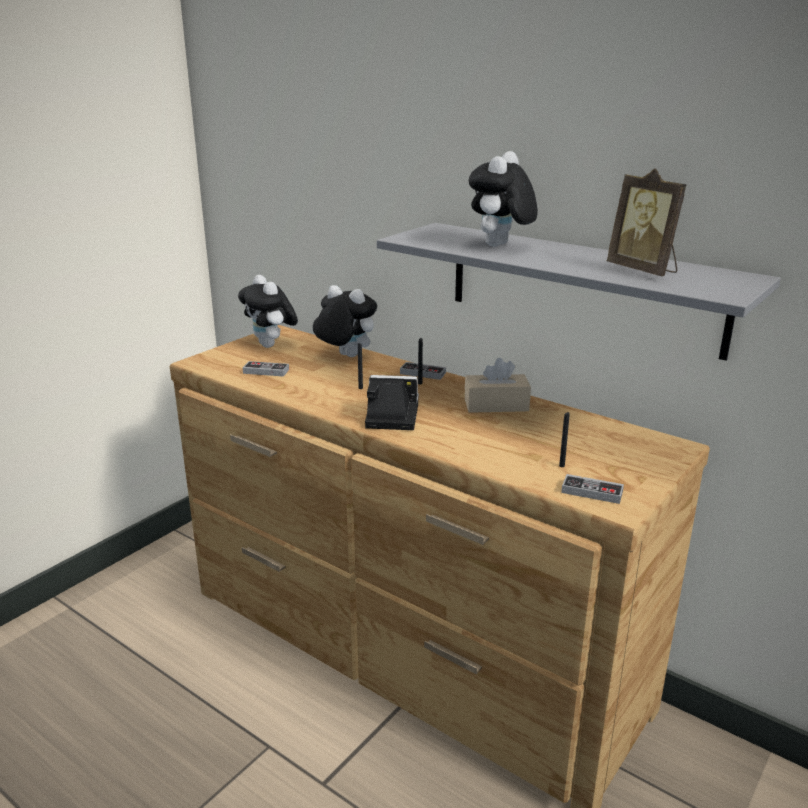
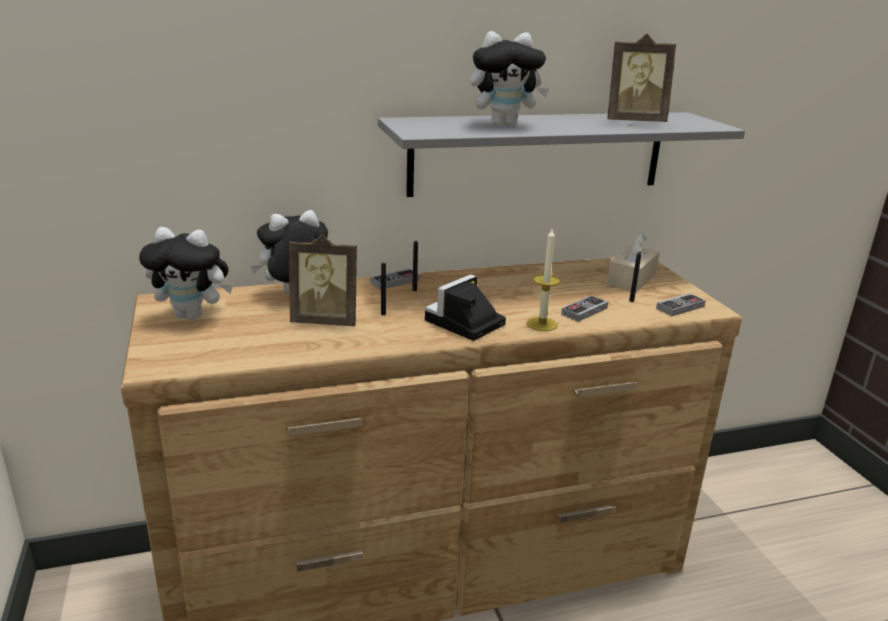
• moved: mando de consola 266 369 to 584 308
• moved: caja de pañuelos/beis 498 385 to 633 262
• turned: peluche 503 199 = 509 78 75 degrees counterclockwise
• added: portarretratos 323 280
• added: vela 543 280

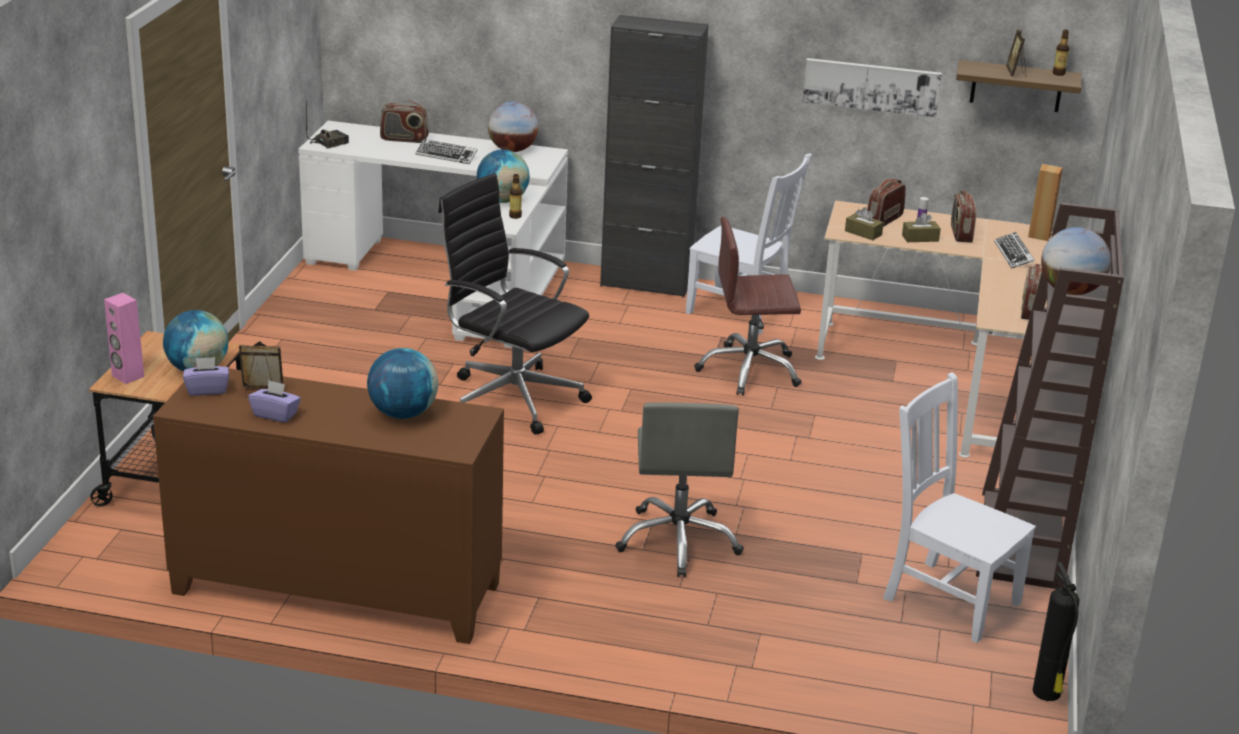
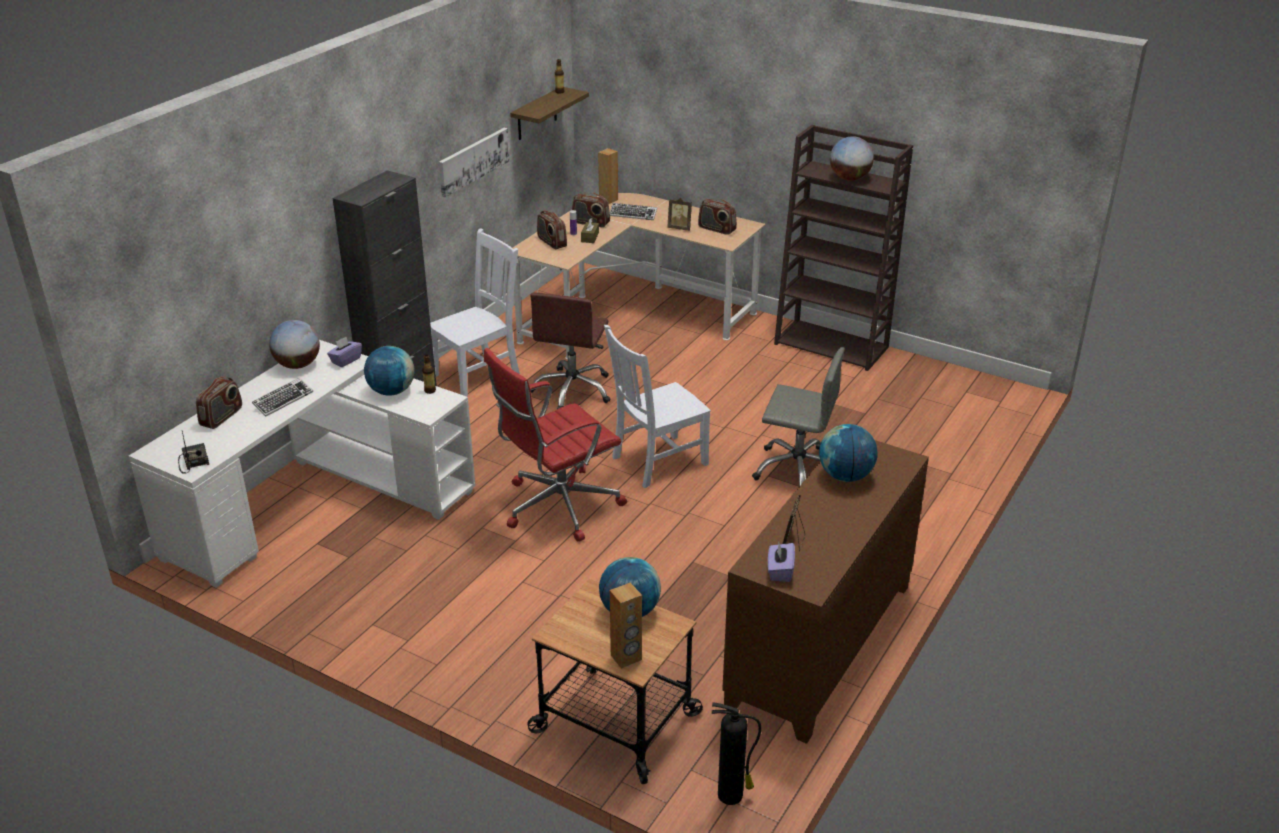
• recoloured: altavoz/rosa 124 338 to altavoz/marrón 626 626
• moved: caja de pañuelos/morado 274 401 to 344 352
• recoloured: silla de oficina/negro 515 304 to silla de oficina/rojo 555 445
• removed: caja de pañuelos/marrón 864 223
• moved: silla/blanco 959 507 to 657 406
• moved: portarretratos 1016 53 to 679 214
• moved: extintor 1056 631 to 736 753

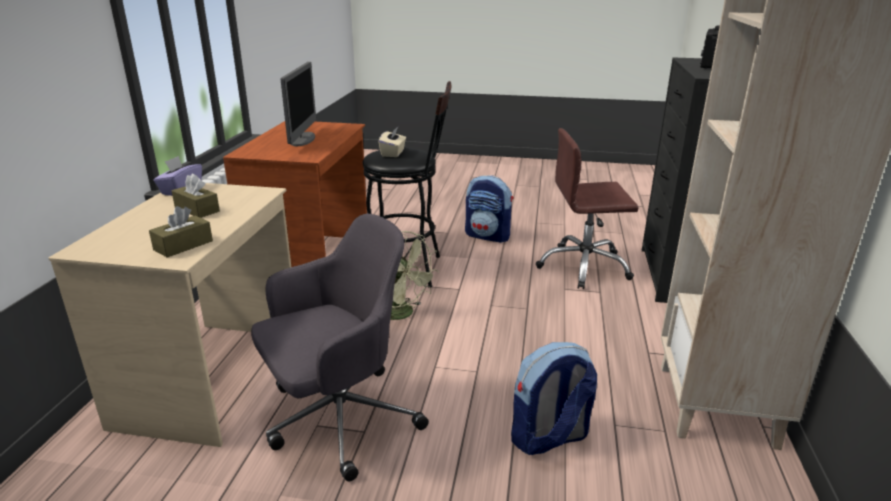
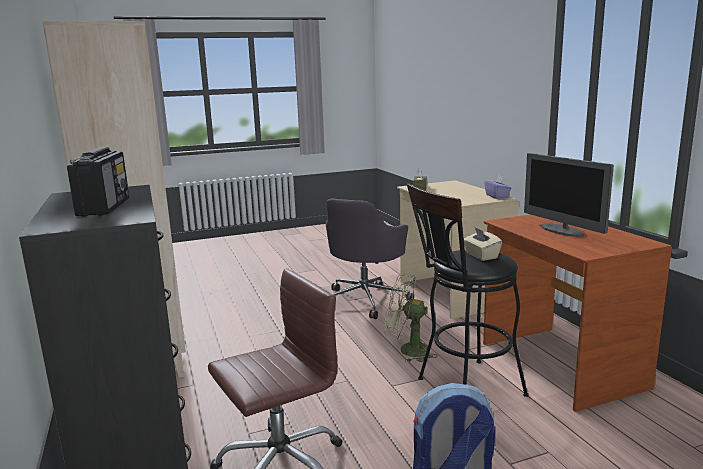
• removed: caja de pañuelos/marrón 196 196
• removed: mochila 554 398

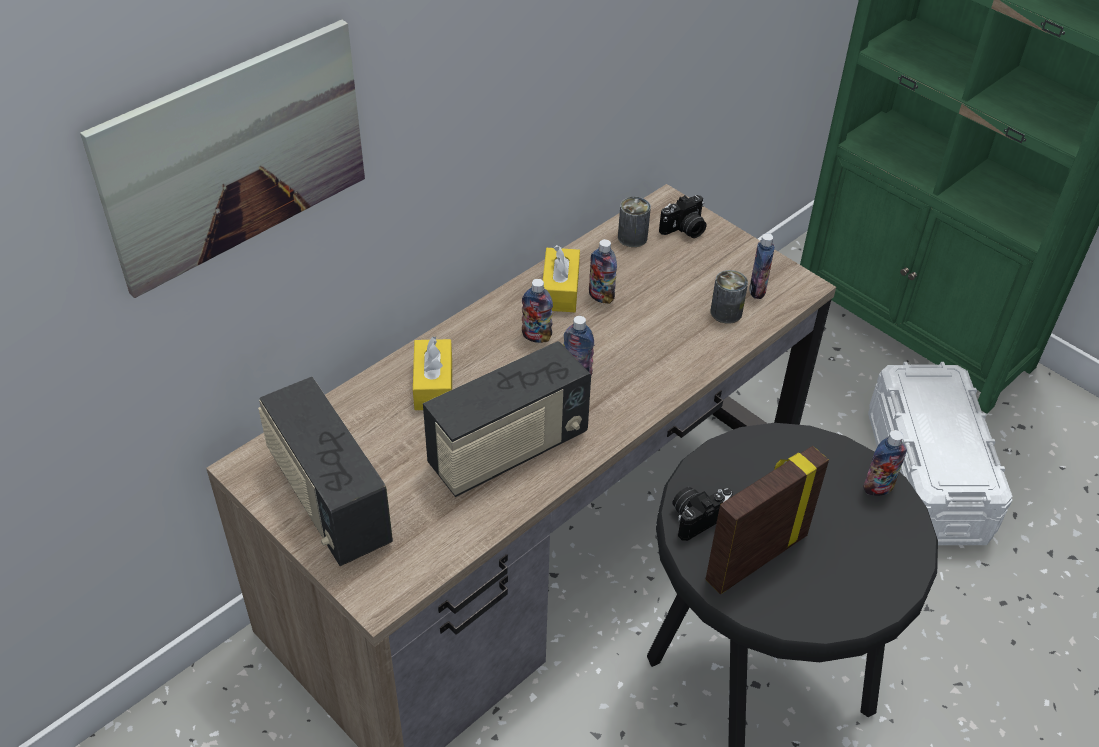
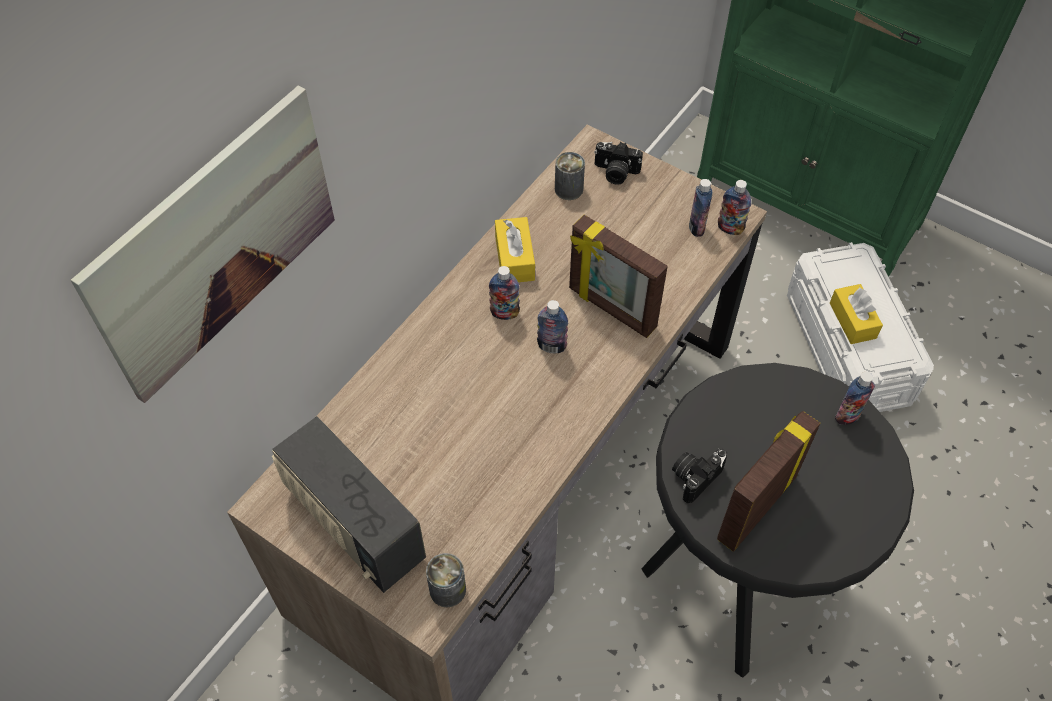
• moved: caja de pañuelos/amarillo 432 373 to 856 314
• removed: radio 507 419
• moved: botella 603 271 to 734 207
• turned: cámara 682 216 = 618 163 60 degrees clockwise
• moved: lata 729 297 to 446 580
• added: portarretratos 618 276

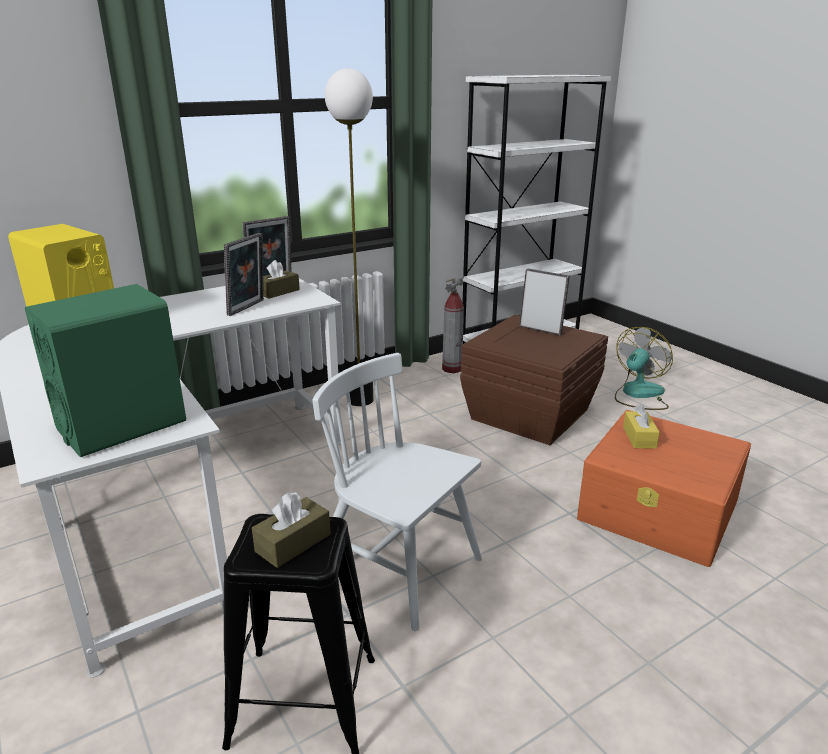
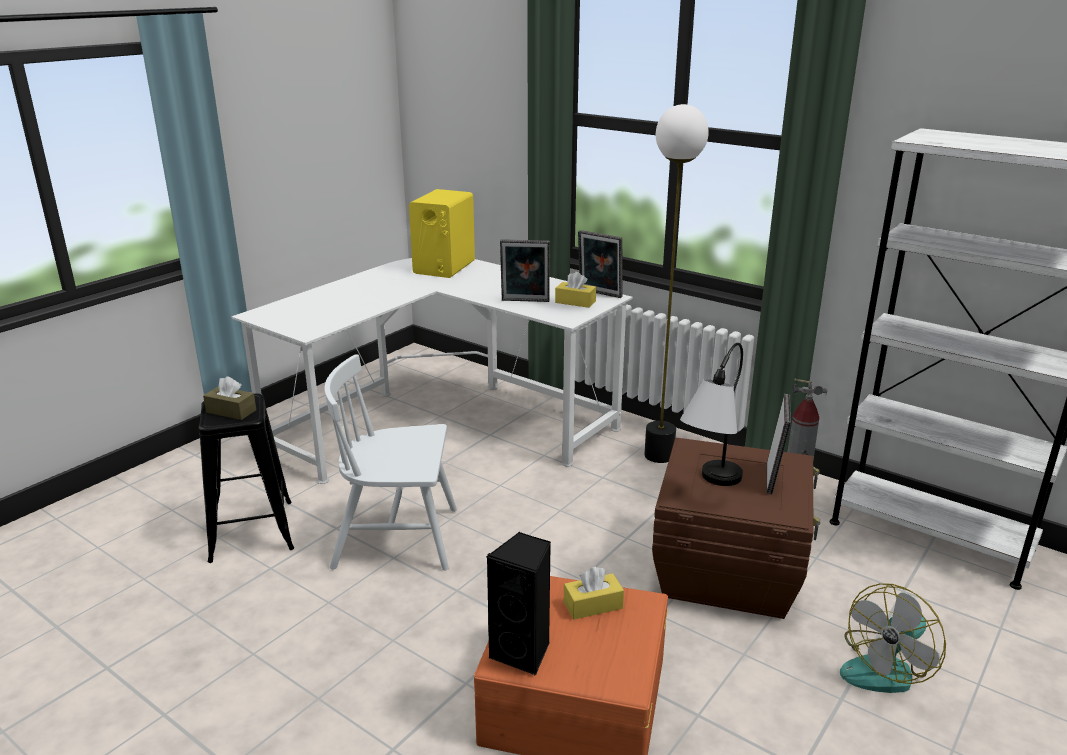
• removed: altavoz/verde 105 370
• recoloured: caja de pañuelos/marrón 281 279 to caja de pañuelos/amarillo 575 290
• turned: silla/blanco 397 492 = 390 462 105 degrees counterclockwise
• turned: ventilador 644 368 = 893 638 120 degrees clockwise
• added: altavoz/negro 518 603
• added: lámpara de mesa 711 414

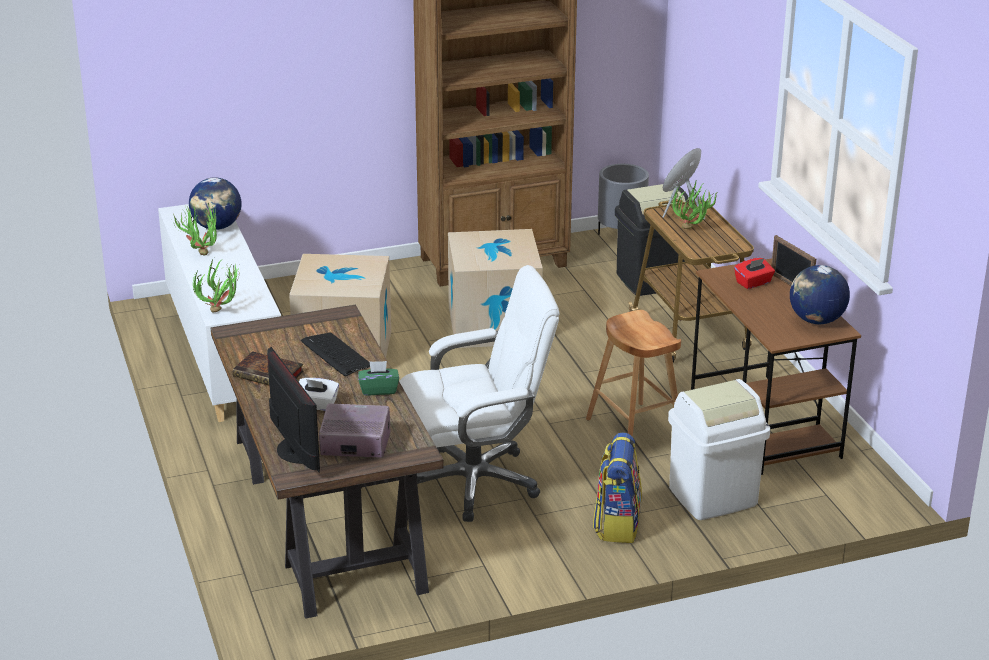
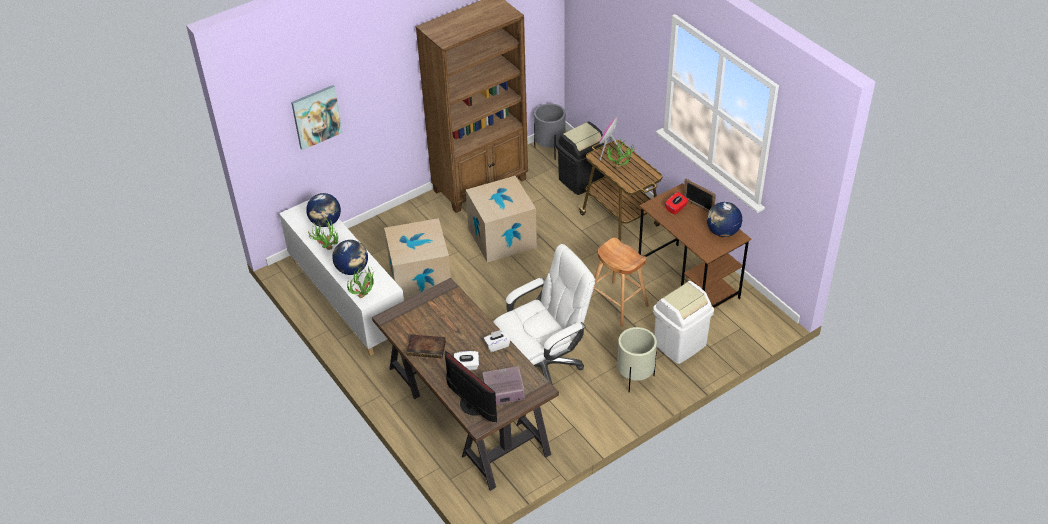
• removed: teclado 335 354
• recoloured: caja de pañuelos/verde 378 378 to caja de pañuelos/blanco 497 341
• replaced: mochila 617 487 to maceta/beis 637 359
• added: cuadro 317 117
• added: globo terráqueo 350 257

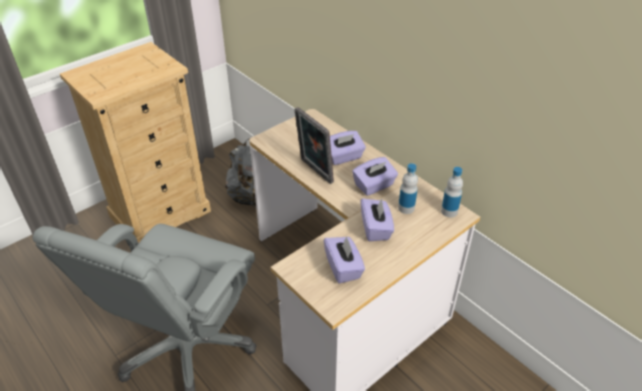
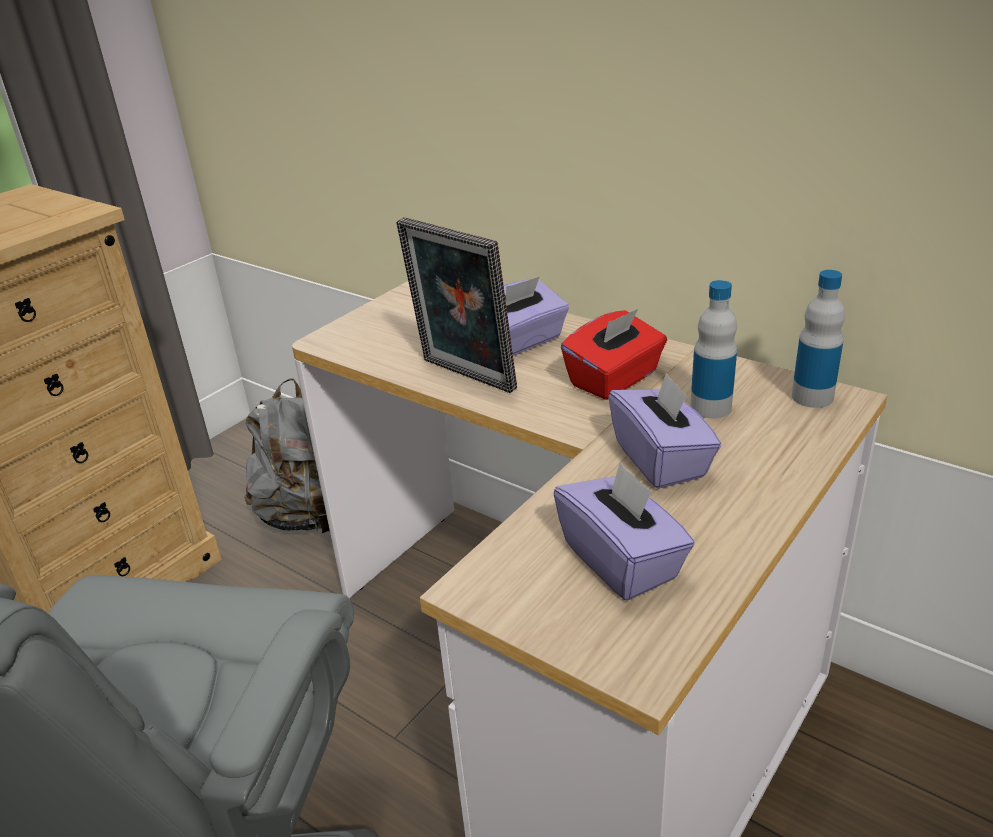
• recoloured: caja de pañuelos/morado 375 176 to caja de pañuelos/rojo 614 354

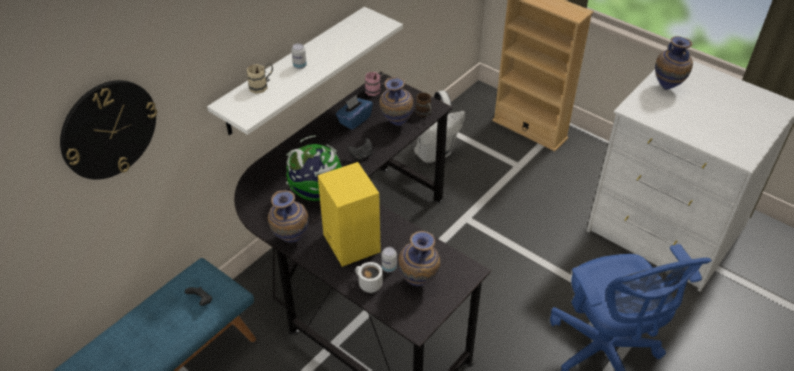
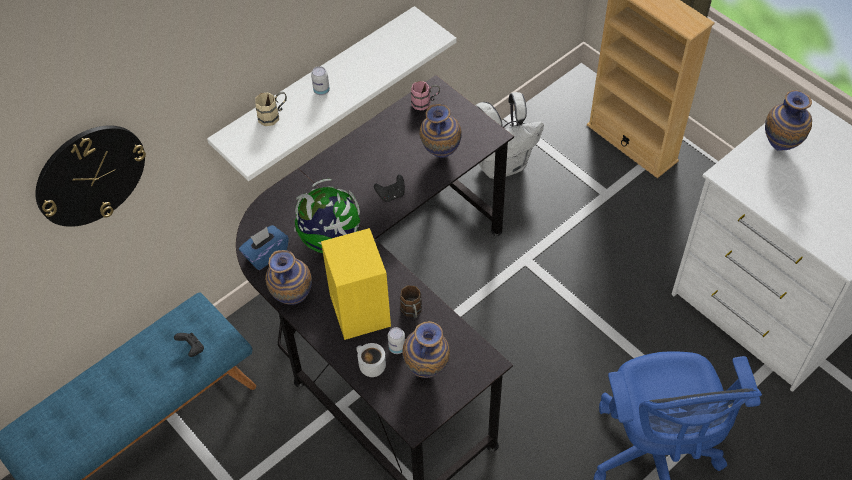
• moved: caja de pañuelos/azul 354 112 to 264 247
• moved: taza grande/marrón 423 105 to 411 301

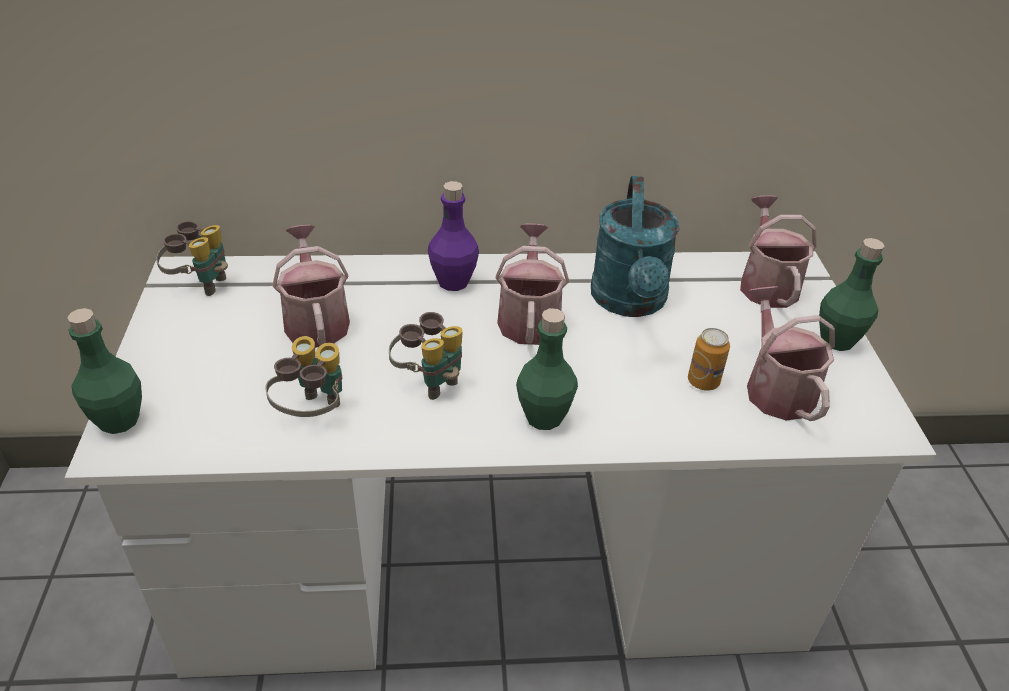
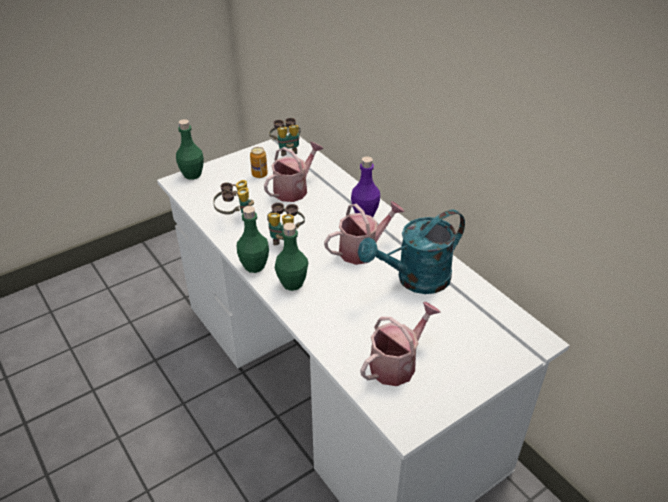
• moved: lata 709 359 to 259 162
• removed: regadera 778 251
• moved: botella/verde 851 294 to 253 239

